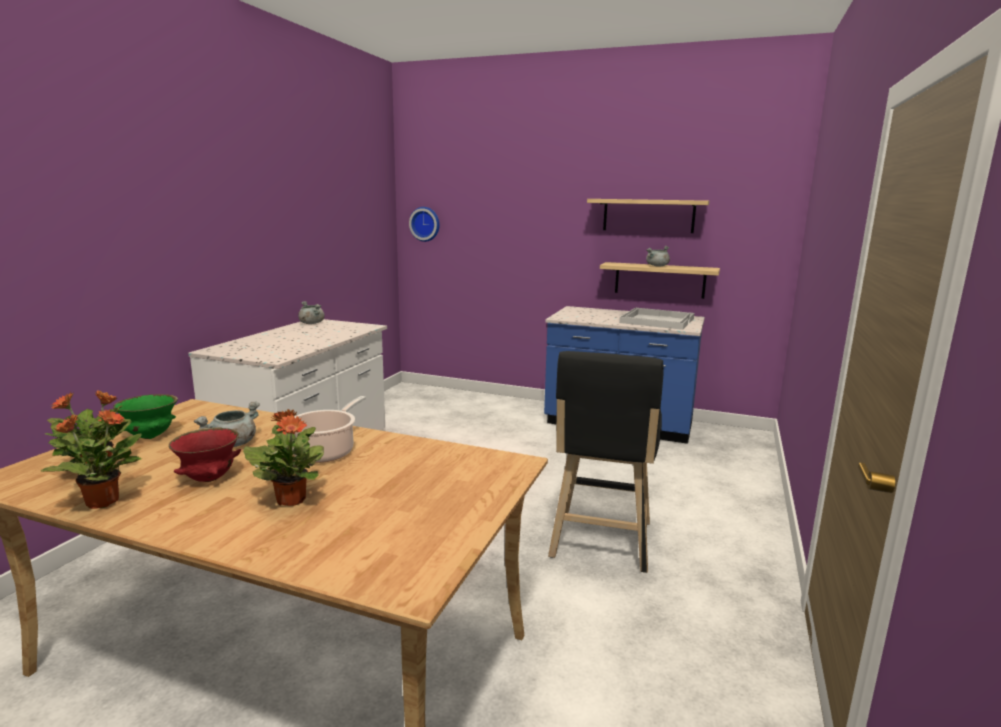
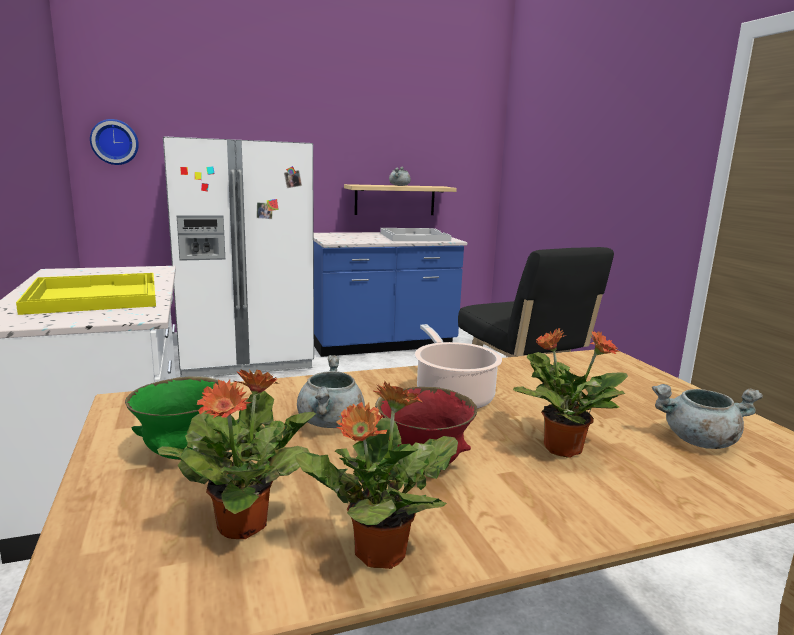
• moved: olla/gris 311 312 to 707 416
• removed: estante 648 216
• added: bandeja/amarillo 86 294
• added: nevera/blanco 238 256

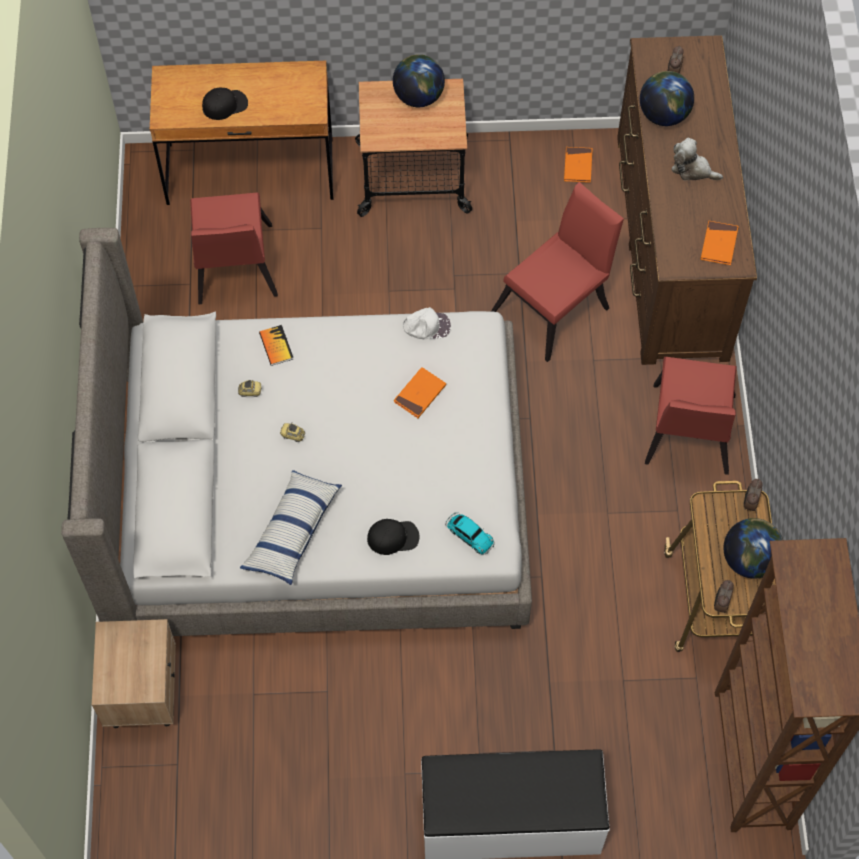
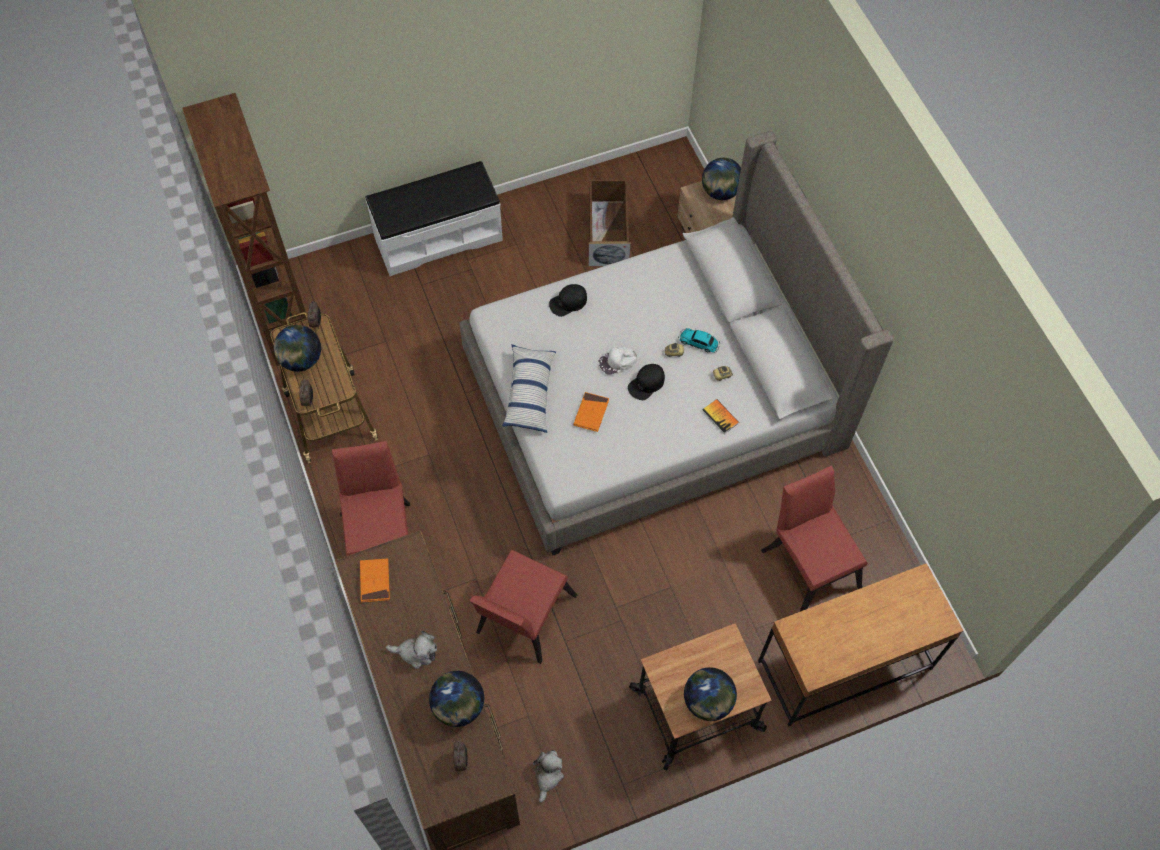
• moved: gorra/negro 225 104 to 646 382
• moved: cojín 291 527 to 529 388
• moved: gorra/blanco 427 323 to 617 361
• moved: coche de juguete 470 533 to 699 340
• replaced: libro/naranja 578 165 to peluche 548 776
• added: caja de almacenaje/marrón 609 222
• added: globo terráqueo 721 179

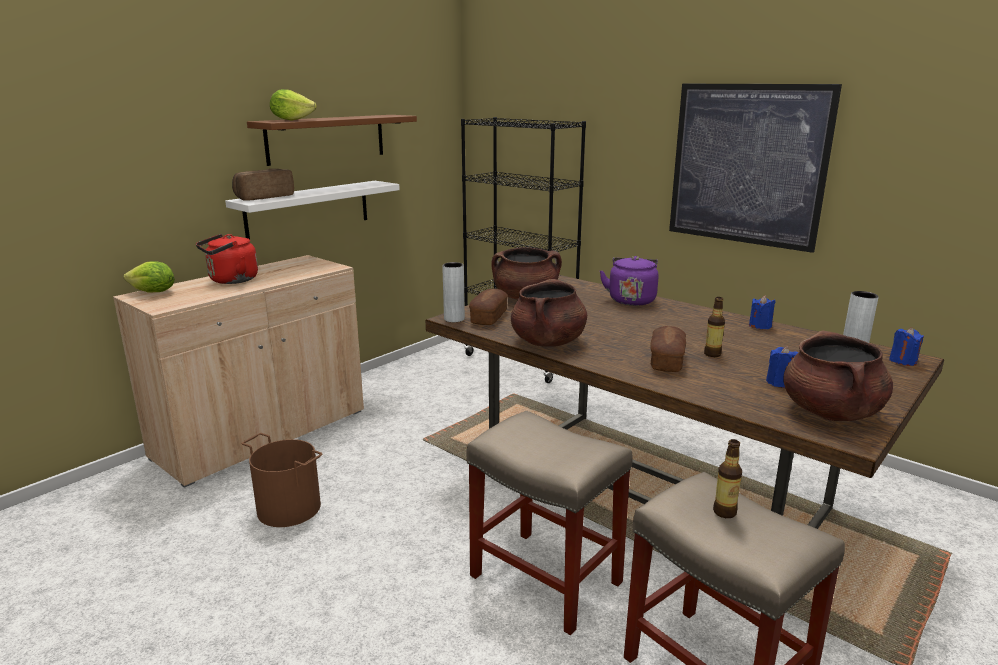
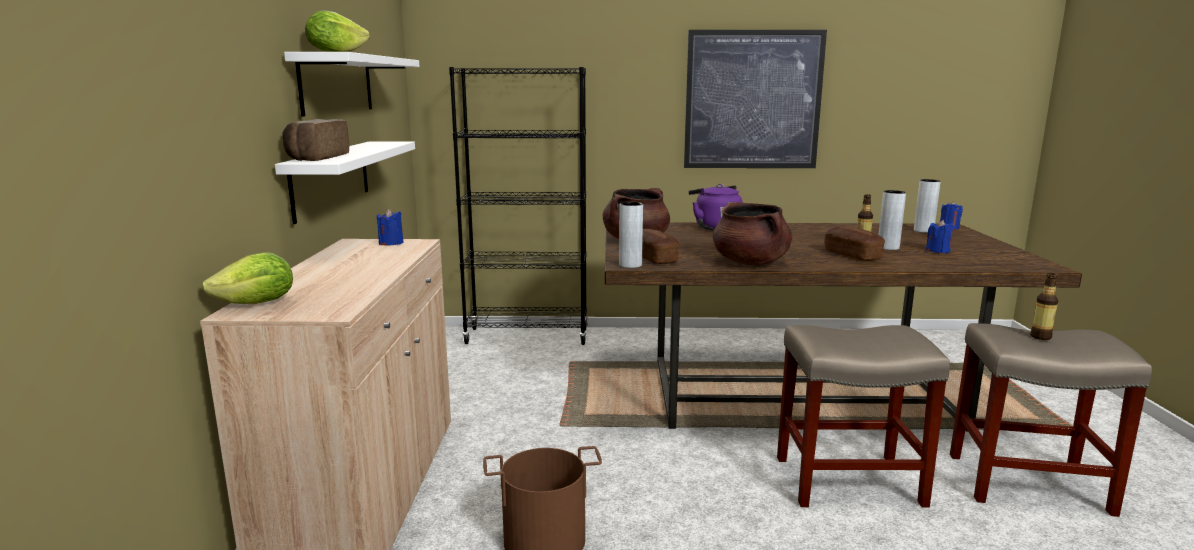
• removed: hervidor/rojo 227 259
• recoloured: estante/marrón 332 140 to estante/blanco 352 84
• moved: vela/azul 762 312 to 390 226
• removed: olla/marrón 838 375
• added: florero/gris 892 220

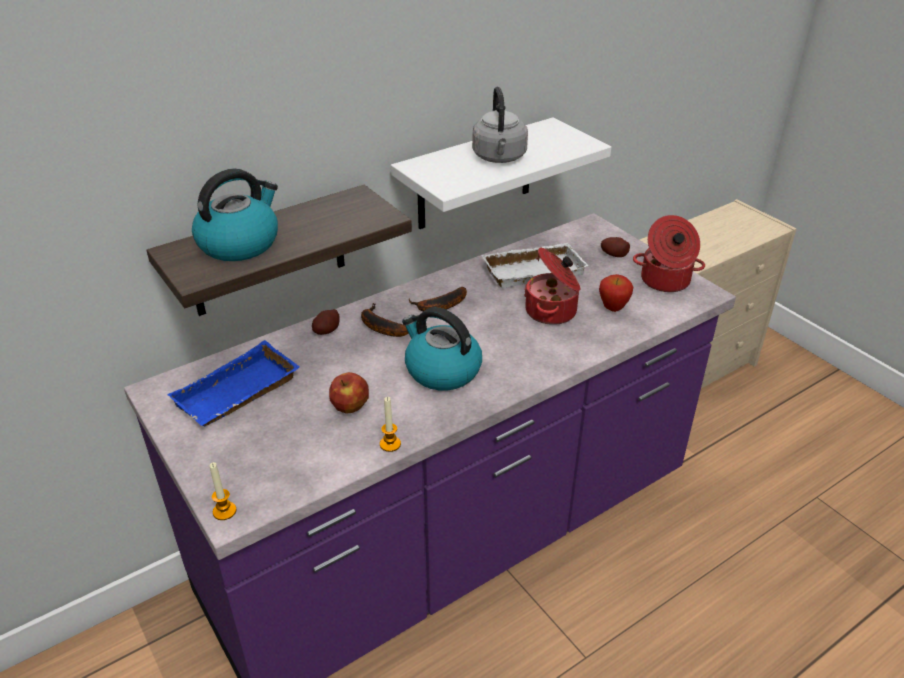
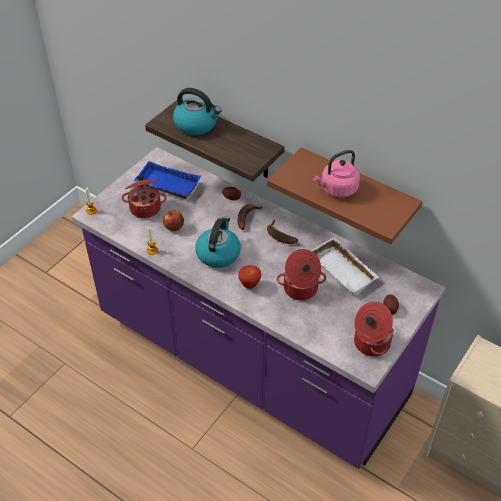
• recoloured: estante/blanco 501 173 to estante/marrón 344 196
• recoloured: hervidor/gris 500 125 to hervidor/rosa 336 173
• moved: manzana 616 293 to 249 277
• added: olla 144 196

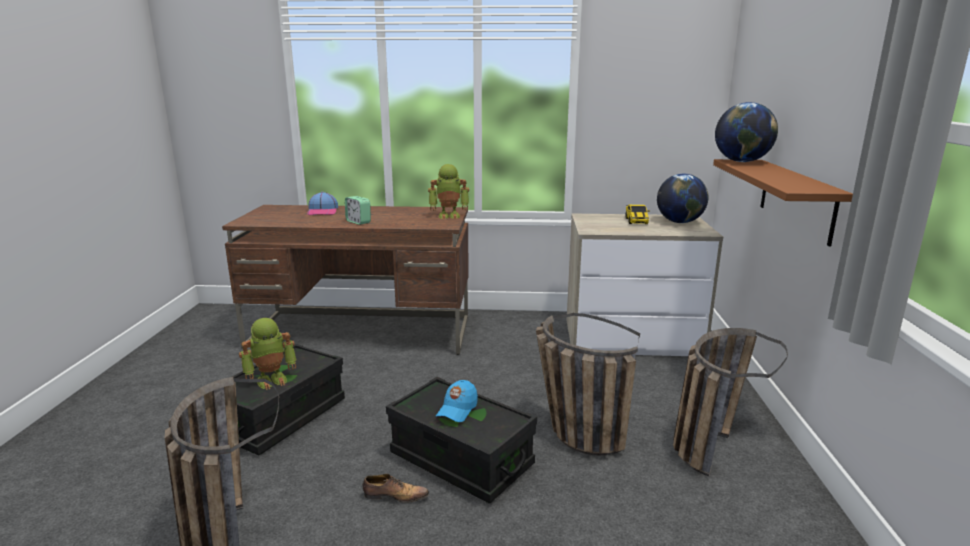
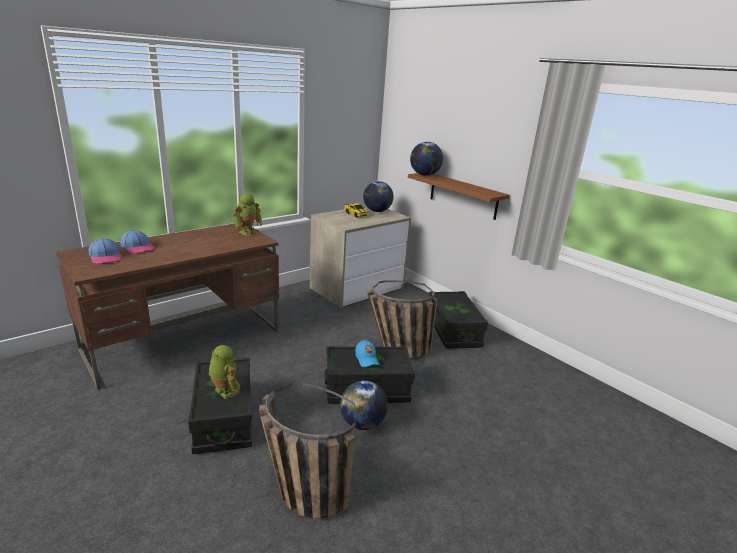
• turned: robot de juguete 267 354 = 225 372 60 degrees counterclockwise
• removed: despertador 358 210
• replaced: zapato 396 488 to globo terráqueo 364 405
• replaced: cesta 730 402 to caja de almacenaje/negro 458 320
• added: gorra 105 251

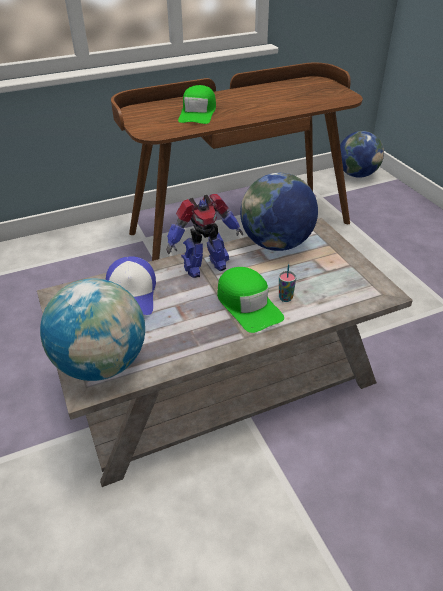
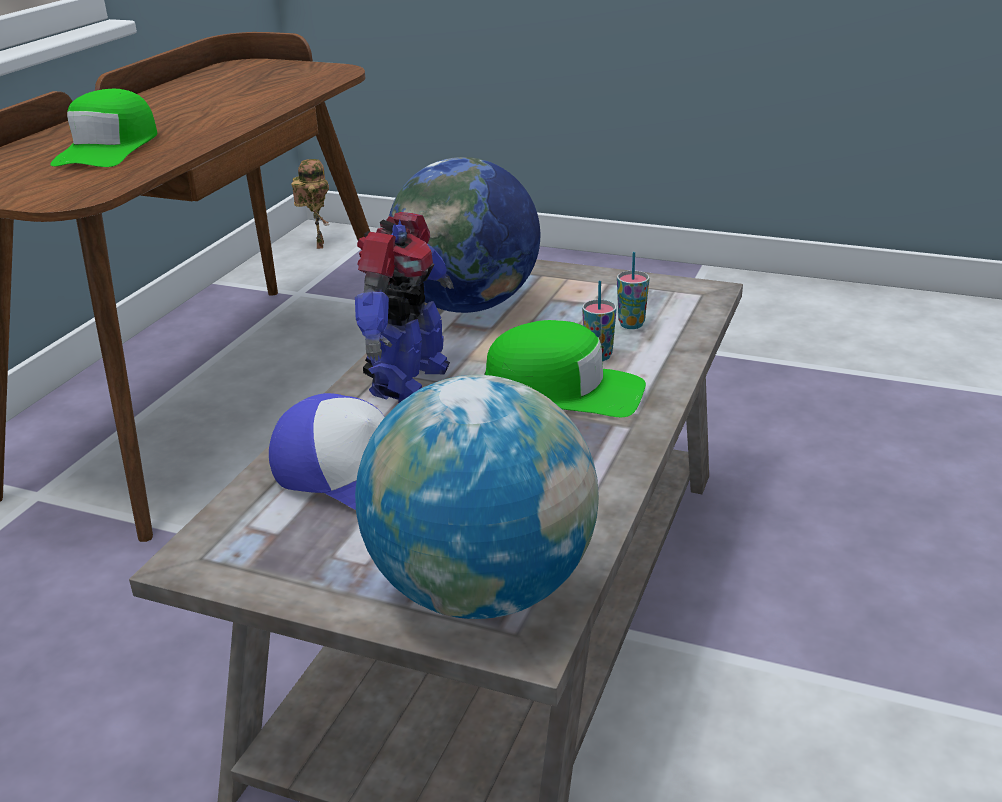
• turned: gorra/verde 197 104 = 104 128 45 degrees clockwise
• replaced: globo terráqueo 362 154 to robot de juguete 310 204
• added: taza 633 290

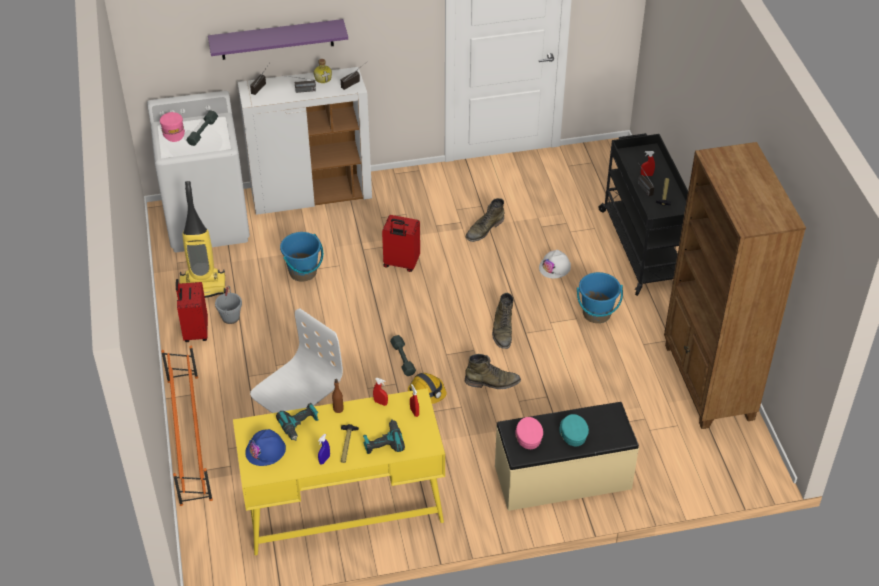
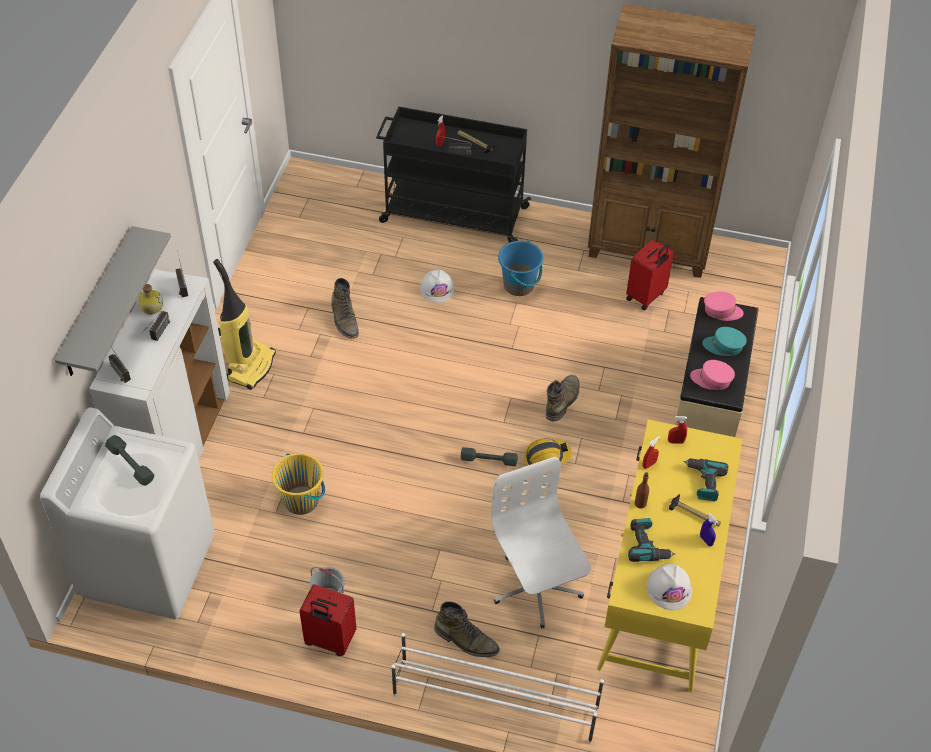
• moved: gorra/rosa 172 127 to 723 306
• recoloured: zapatero/naranja 187 426 to zapatero/blanco 498 688
• moved: aspiradora 203 239 to 244 324
• recoloured: estante/morado 278 39 to estante/gris 113 301
• recoloured: casco/azul 265 447 to casco/blanco 669 587
• recoloured: cubo/azul 301 257 to cubo/amarillo 298 484
• moved: maleta/rojo 401 243 to 650 275
• moved: bota/verde 502 321 to 467 629

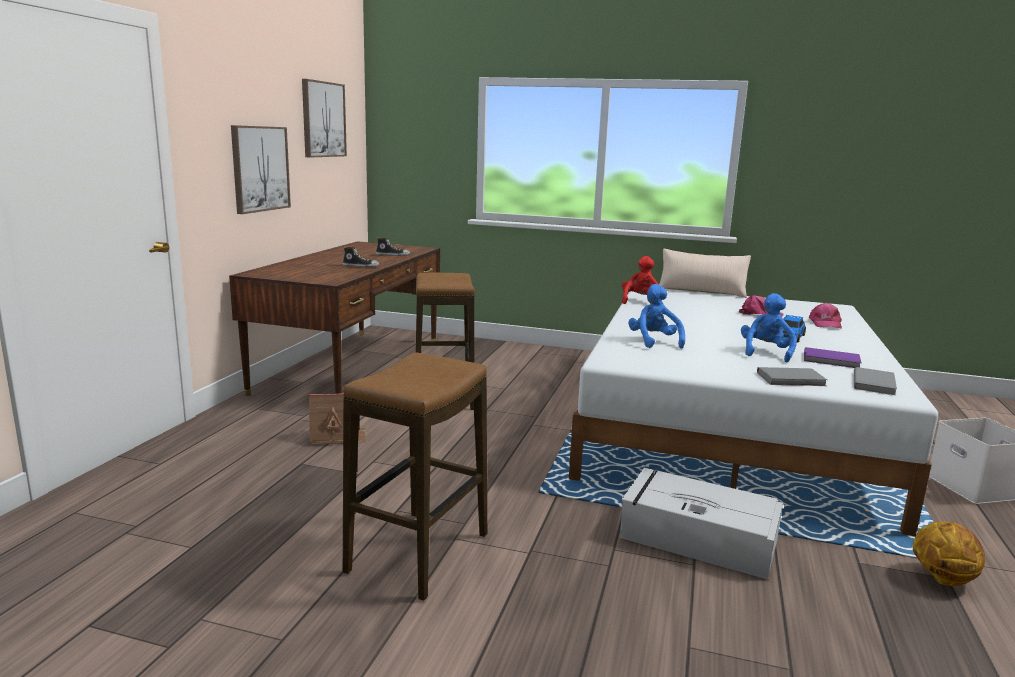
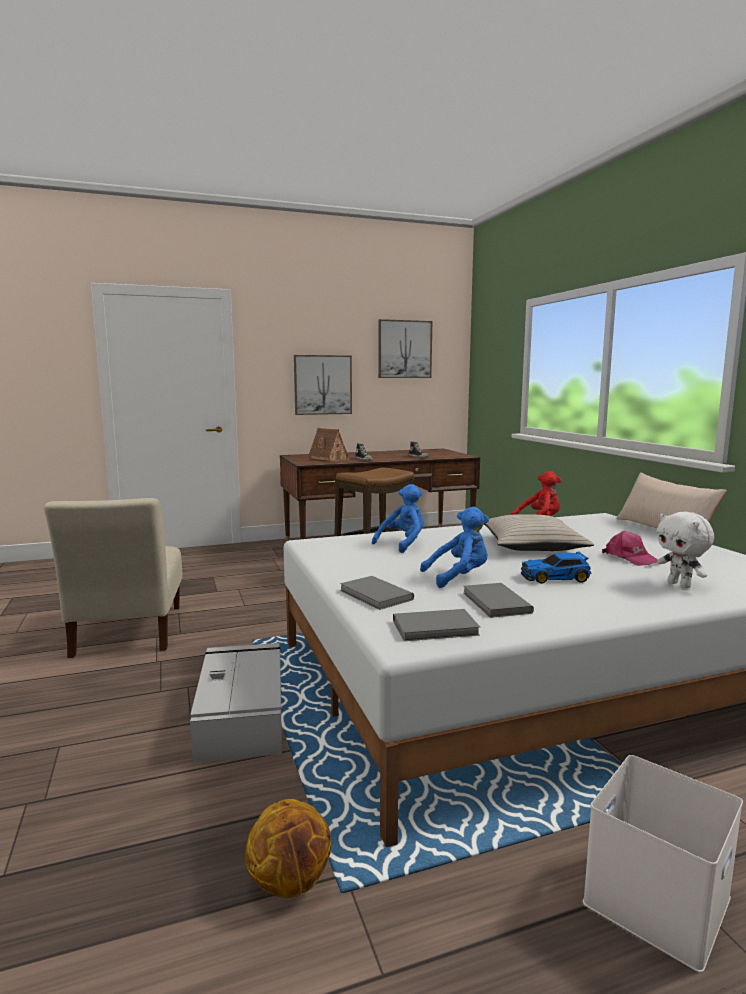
• moved: casita 337 419 to 329 444
• replaced: taburete 415 476 to silla/beis 113 578
• recoloured: libro/morado 832 357 to libro/gris 499 600
• replaced: gorra/rosa 825 315 to peluche/blanco 685 550
• added: cojín/beis 539 532

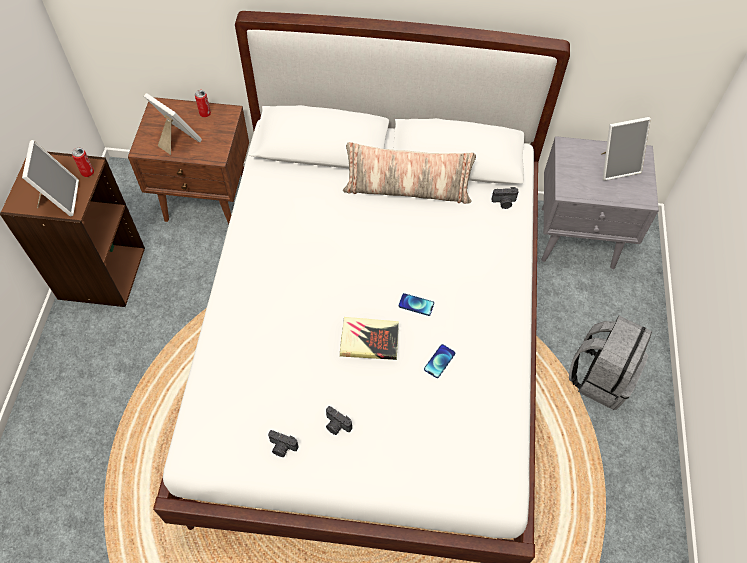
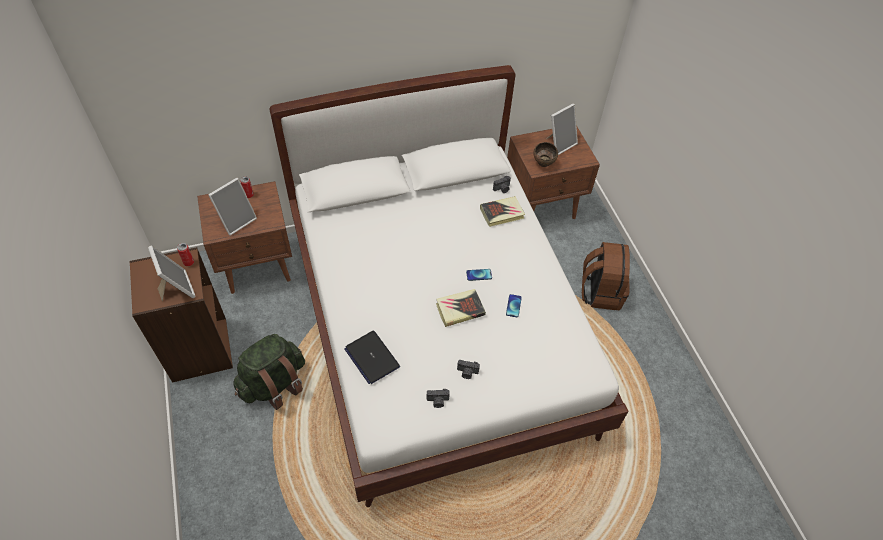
• turned: portarretratos 173 124 = 232 207 120 degrees clockwise
• removed: cojín 409 173
• recoloured: mesita de noche/gris 600 202 to mesita de noche/marrón 553 173
• recoloured: mochila/gris 610 363 to mochila/marrón 606 276
• added: mochila/verde 269 372
• added: portátil 372 357
• added: libro 502 211
• added: cuenco/marrón 545 154

